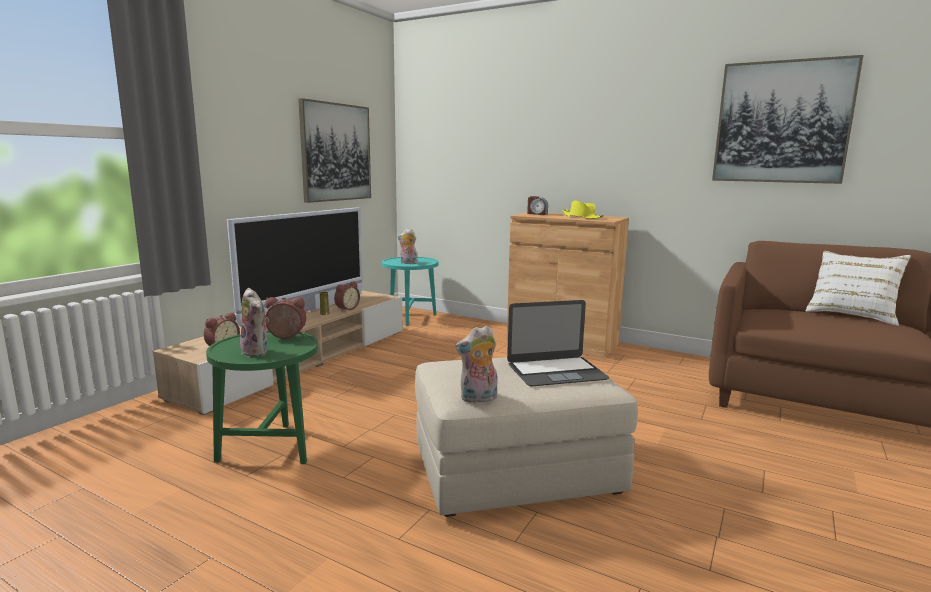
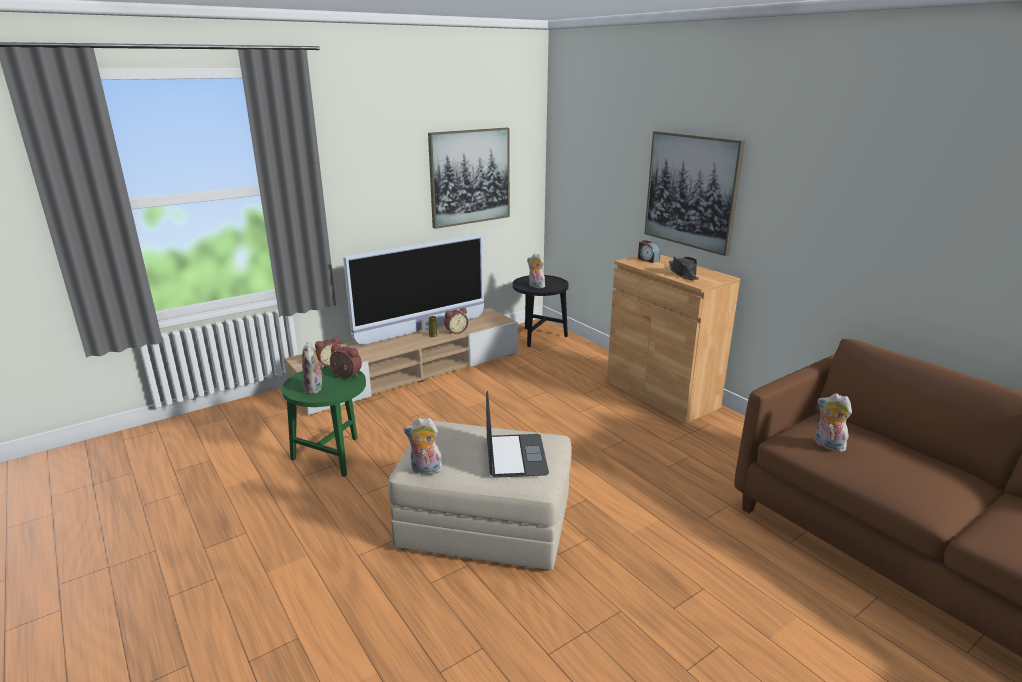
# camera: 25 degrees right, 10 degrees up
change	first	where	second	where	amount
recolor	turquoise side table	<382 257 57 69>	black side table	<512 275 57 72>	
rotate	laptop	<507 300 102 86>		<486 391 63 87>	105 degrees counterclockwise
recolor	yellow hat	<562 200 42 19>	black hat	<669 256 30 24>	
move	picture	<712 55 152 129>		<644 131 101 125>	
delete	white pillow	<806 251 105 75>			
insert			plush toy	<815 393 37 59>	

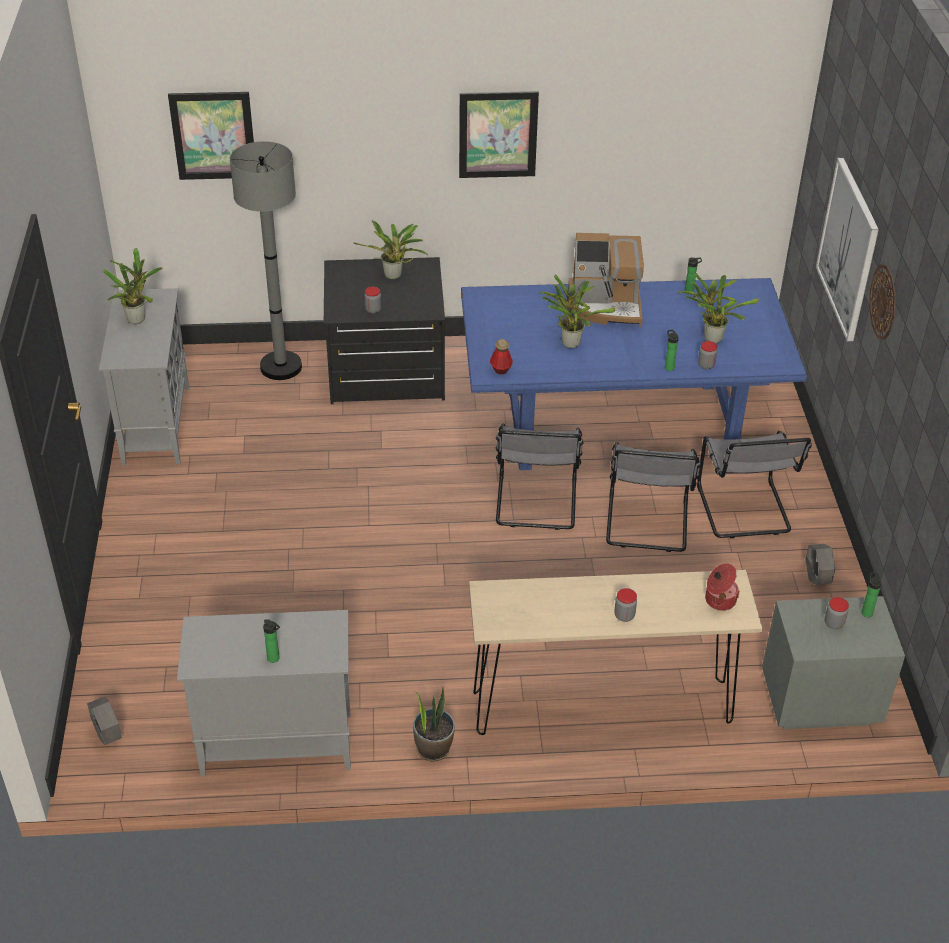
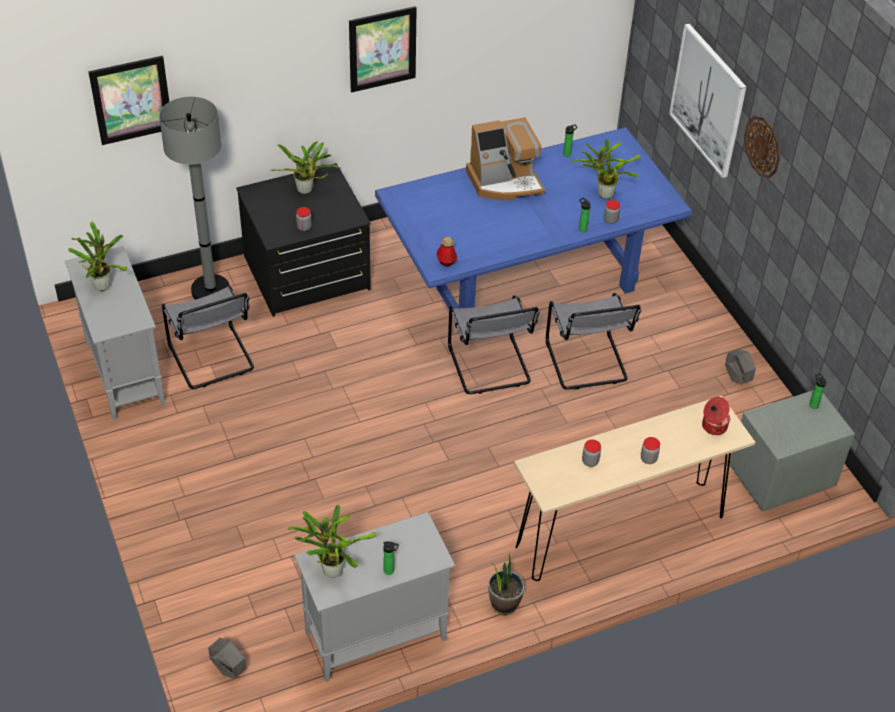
# camera: 20 degrees left, 5 degrees up
change	first	where	second	where	amount
move	potted plant	<539 275 76 73>		<288 505 88 73>	
move	grey chair	<697 431 115 107>		<162 285 92 104>	
move	jar	<825 597 24 32>		<582 439 19 28>	

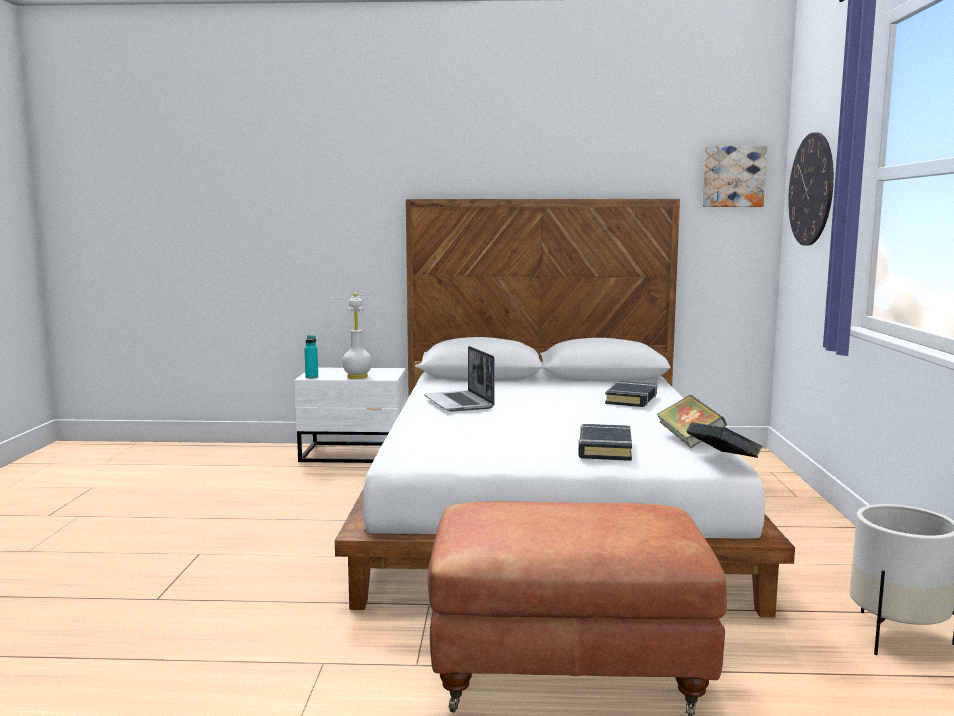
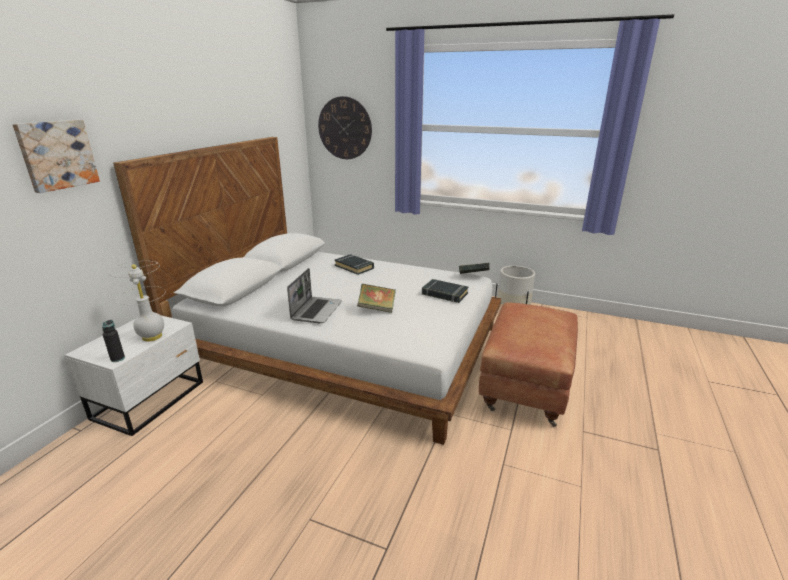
# camera: 70 degrees left, 15 degrees up
change	first	where	second	where	amount
recolor	turquoise bottle	<304 335 14 44>	black bottle	<102 320 23 42>	
rotate	laptop	<424 346 70 66>		<287 268 55 55>	75 degrees counterclockwise
move	book	<656 395 71 53>		<357 284 39 29>	
move	picture	<703 146 64 61>		<12 120 88 73>	

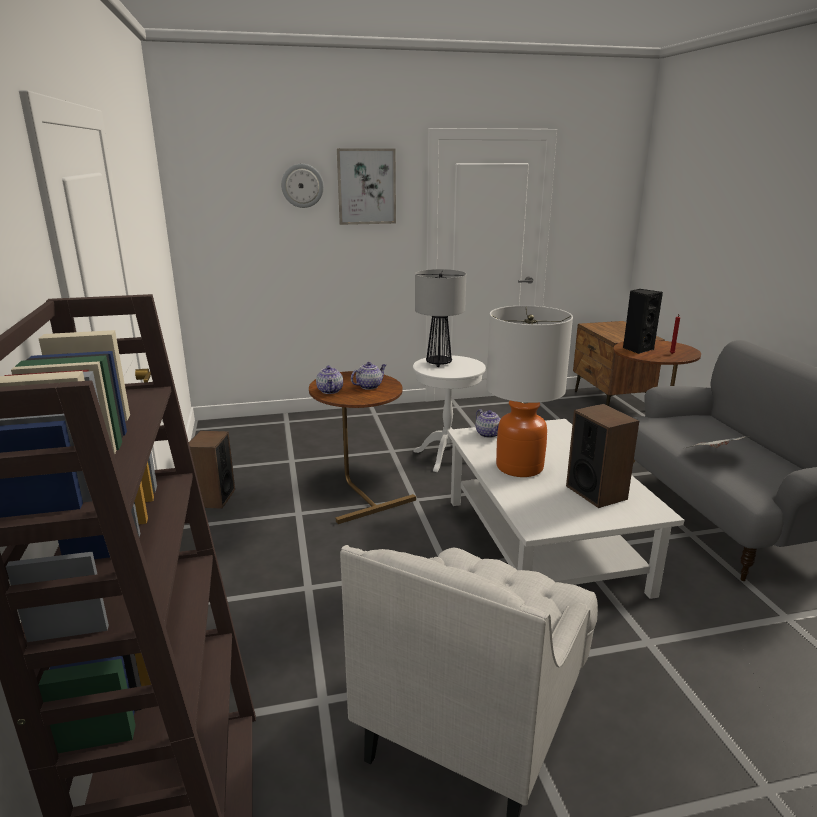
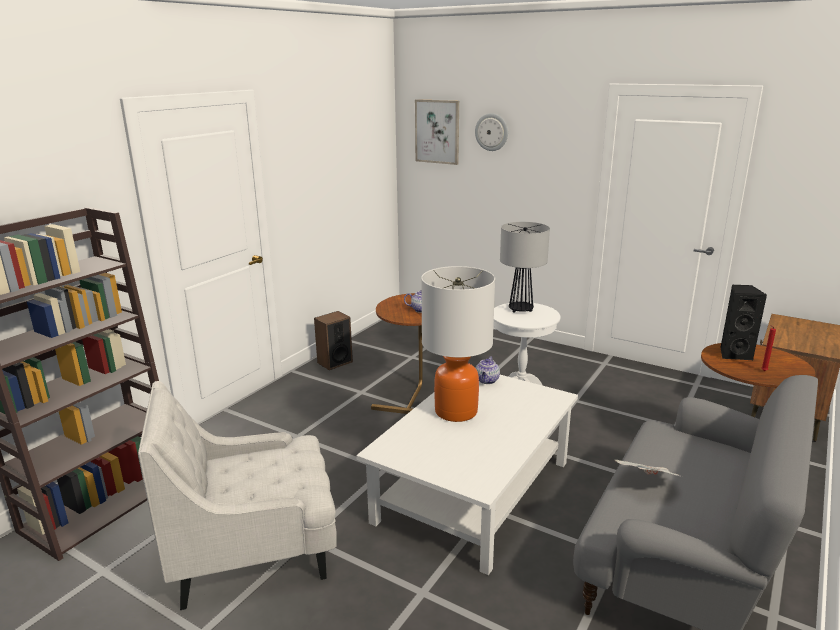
# camera: 45 degrees right, 0 degrees up
change	first	where	second	where	amount
delete	teapot	<316 365 27 29>			
move	picture	<337 148 59 77>		<415 99 44 66>	
delete	speaker	<566 404 73 104>			

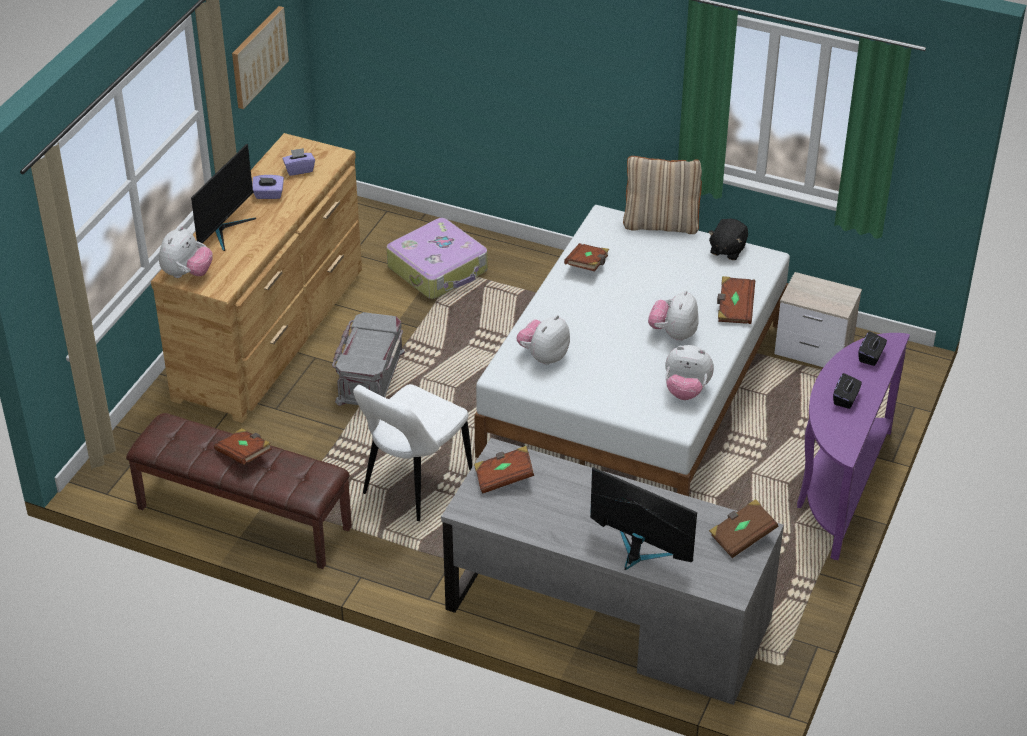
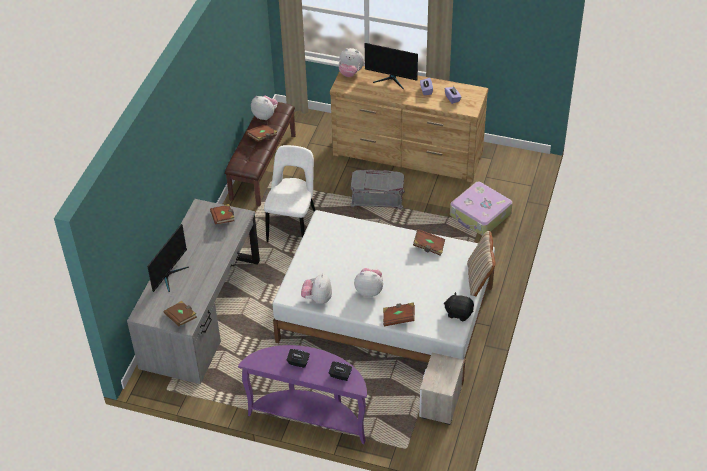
# camera: 85 degrees right, 5 degrees up
change	first	where	second	where	amount
delete	picture	<232 6 57 103>			
rotate	white chair	<353 384 119 137>		<264 145 51 98>	75 degrees clockwise
move	plush toy	<517 315 53 50>		<251 96 27 24>	

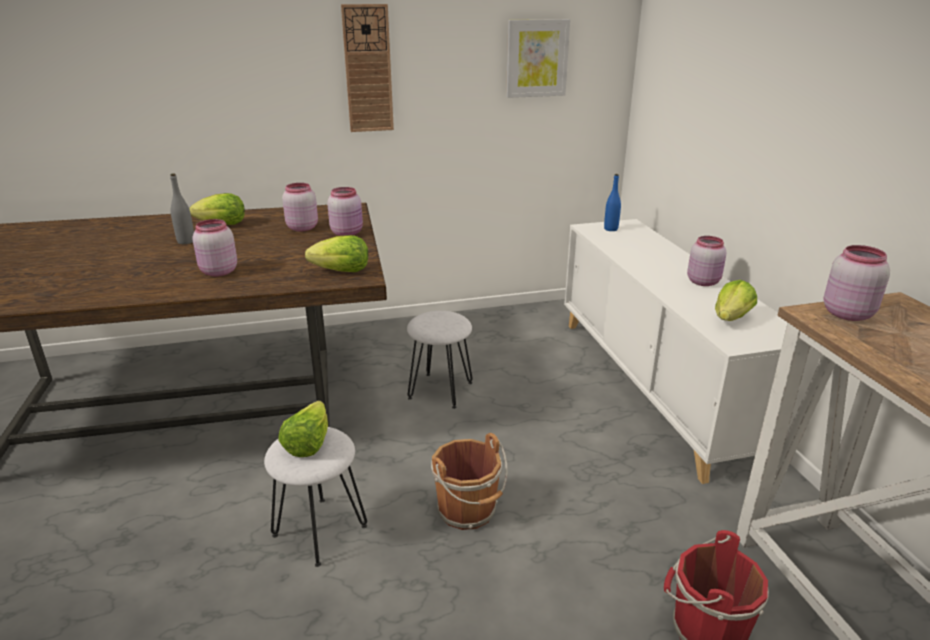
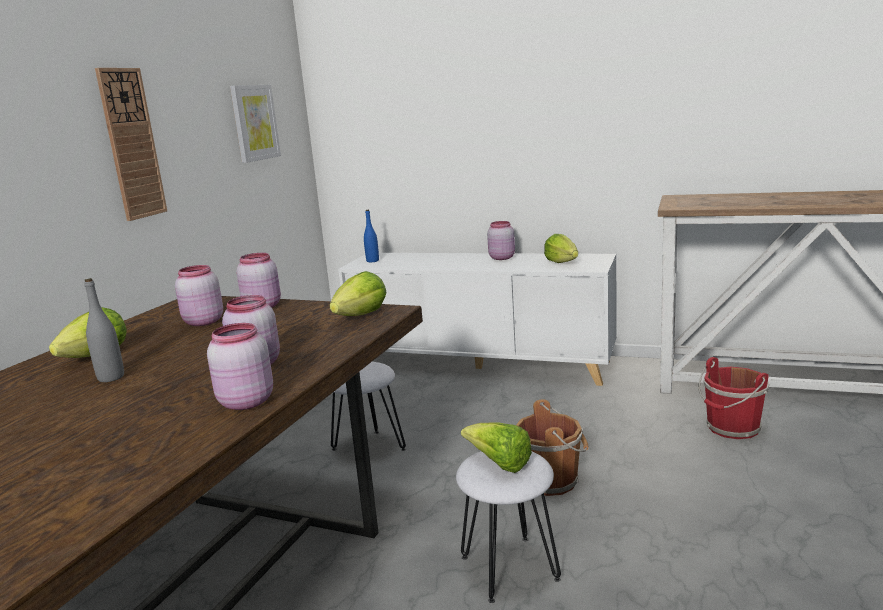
# camera: 55 degrees left, 10 degrees down
change	first	where	second	where	amount
move	pink jar	<824 245 66 76>		<207 323 66 87>	

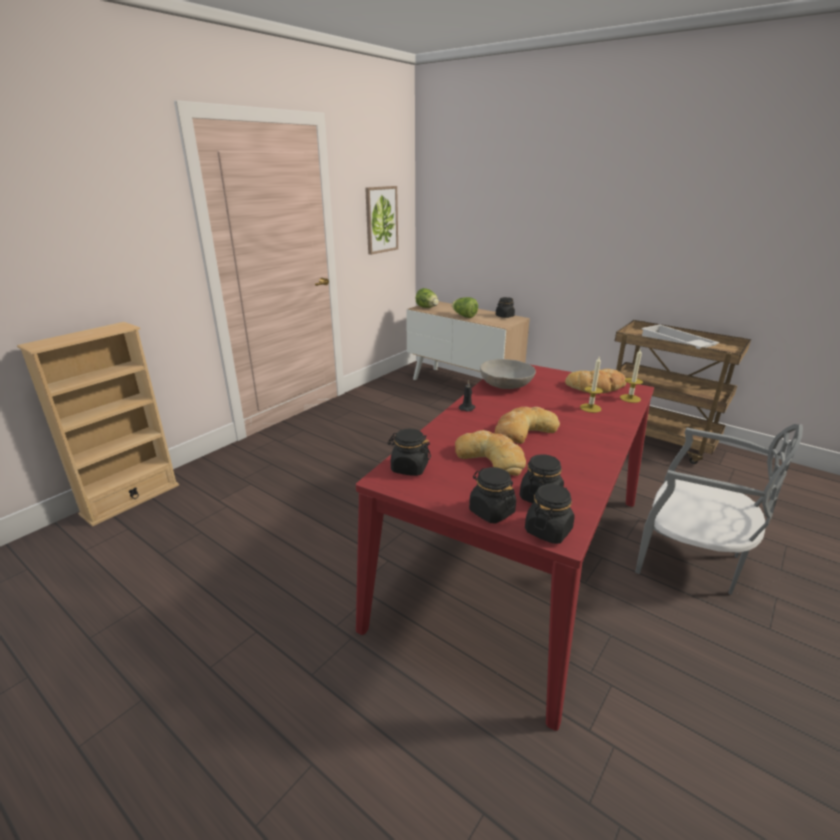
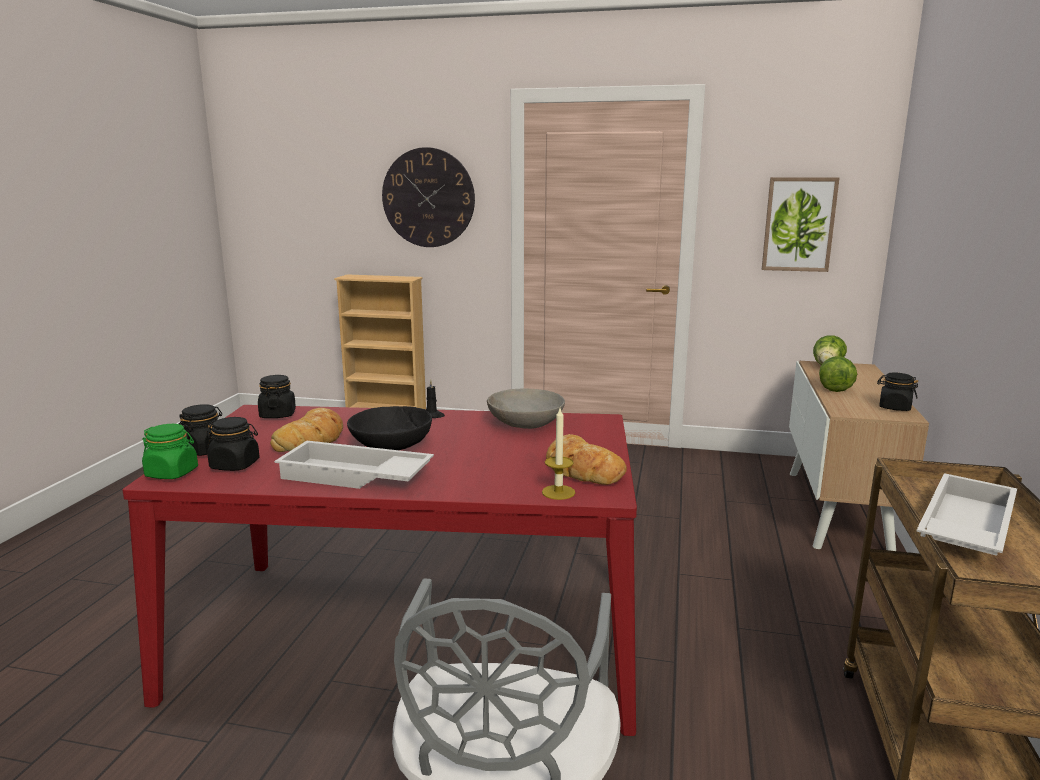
# camera: 65 degrees right, 10 degrees down
change	first	where	second	where	amount
replace	bread	<495 407 65 37>	black bowl	<347 406 85 44>	
recolor	black jar	<525 484 50 60>	green jar	<142 424 56 55>	
delete	candle	<580 357 23 56>			
insert			white tray	<274 441 160 48>	
insert			wall clock	<382 147 93 100>	

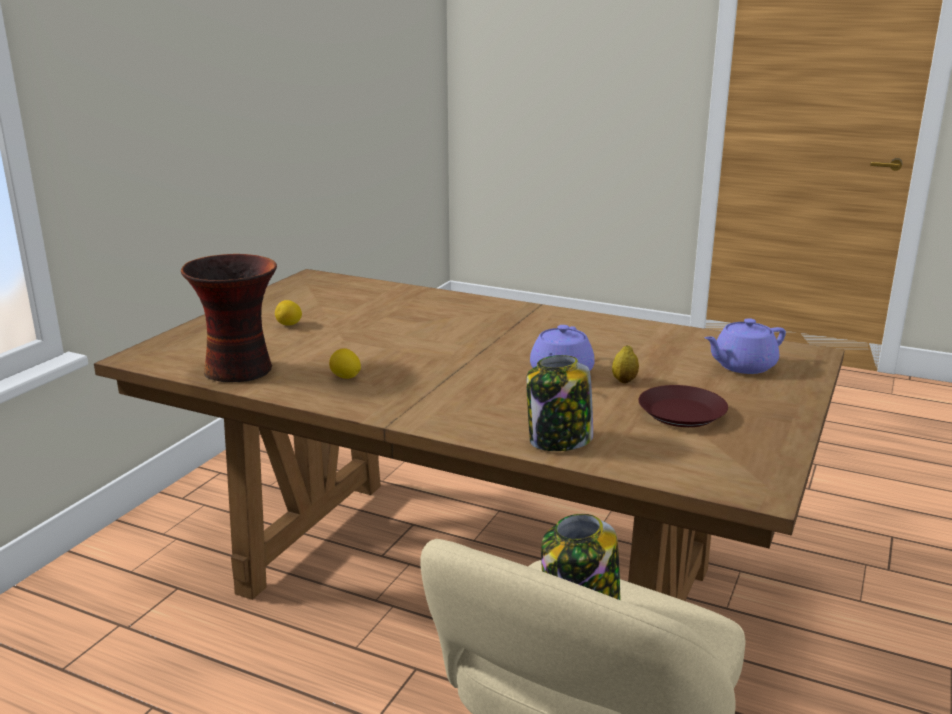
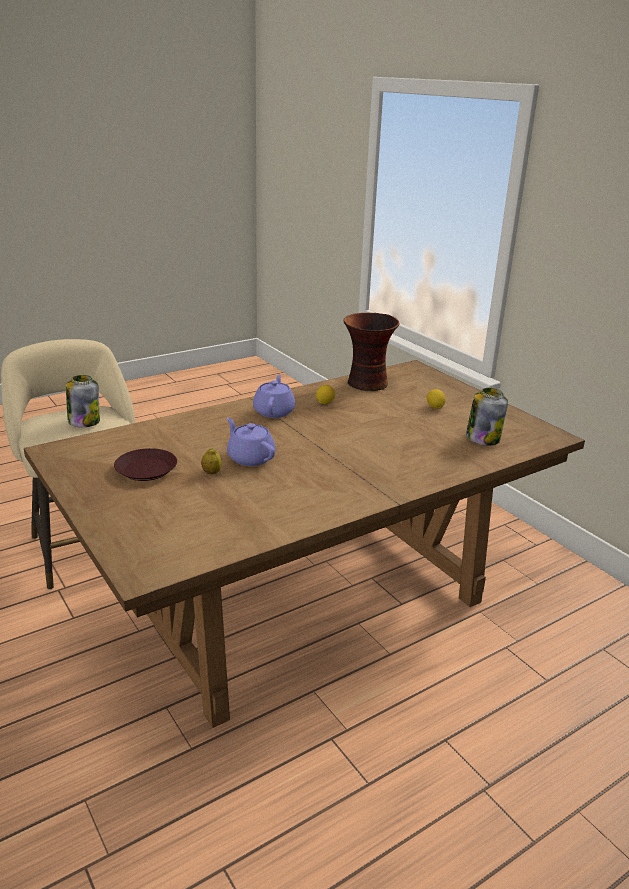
# camera: 120 degrees right, 5 degrees up
change	first	where	second	where	amount
move	jar	<526 355 67 96>		<466 388 42 57>	
move	purple teapot	<704 318 82 56>		<253 375 43 43>	

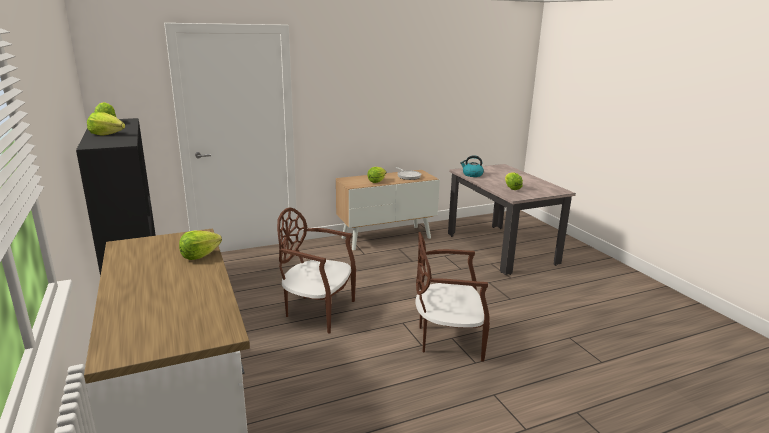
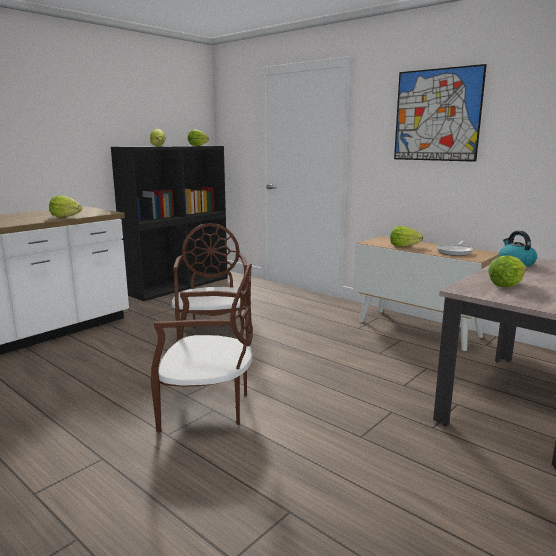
# camera: 65 degrees right, 5 degrees down
change	first	where	second	where	amount
rotate	brown chair	<416 232 74 129>		<151 263 102 170>	120 degrees clockwise
insert			picture	<394 64 93 98>	

